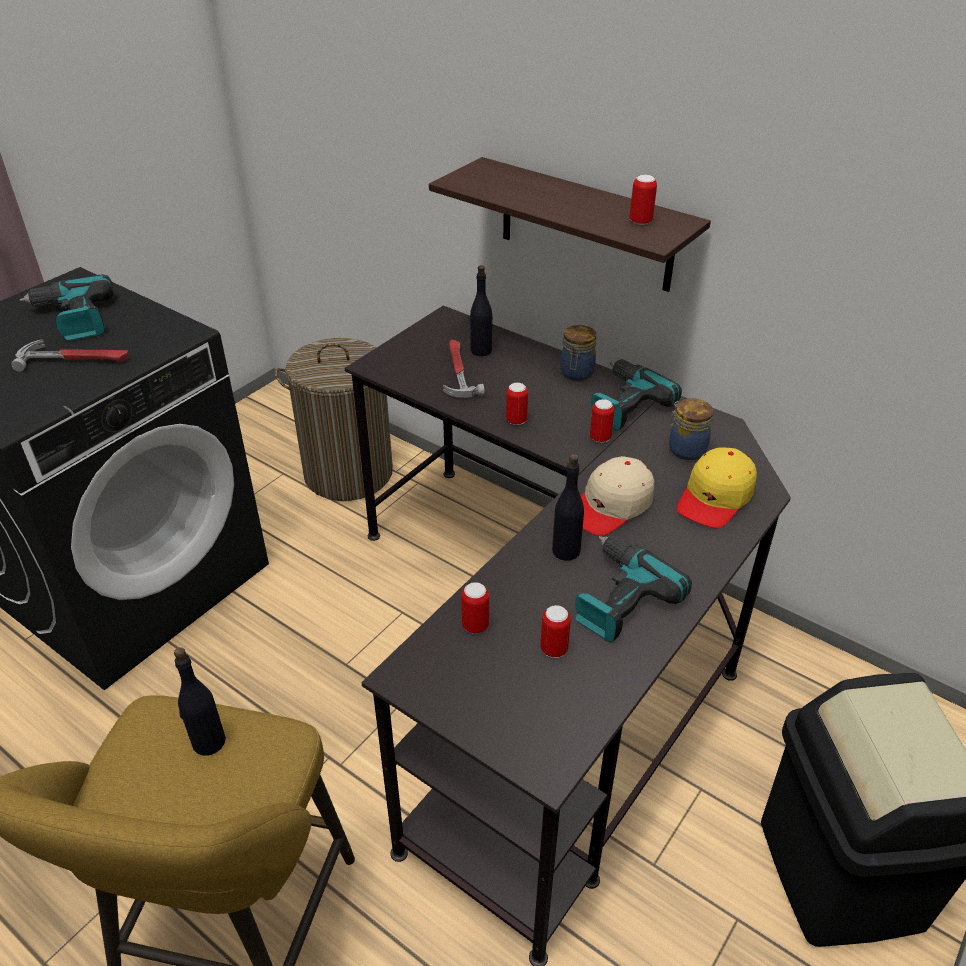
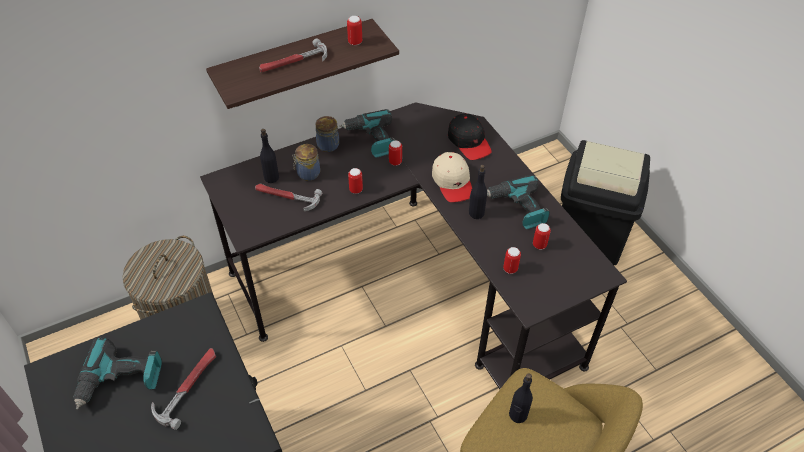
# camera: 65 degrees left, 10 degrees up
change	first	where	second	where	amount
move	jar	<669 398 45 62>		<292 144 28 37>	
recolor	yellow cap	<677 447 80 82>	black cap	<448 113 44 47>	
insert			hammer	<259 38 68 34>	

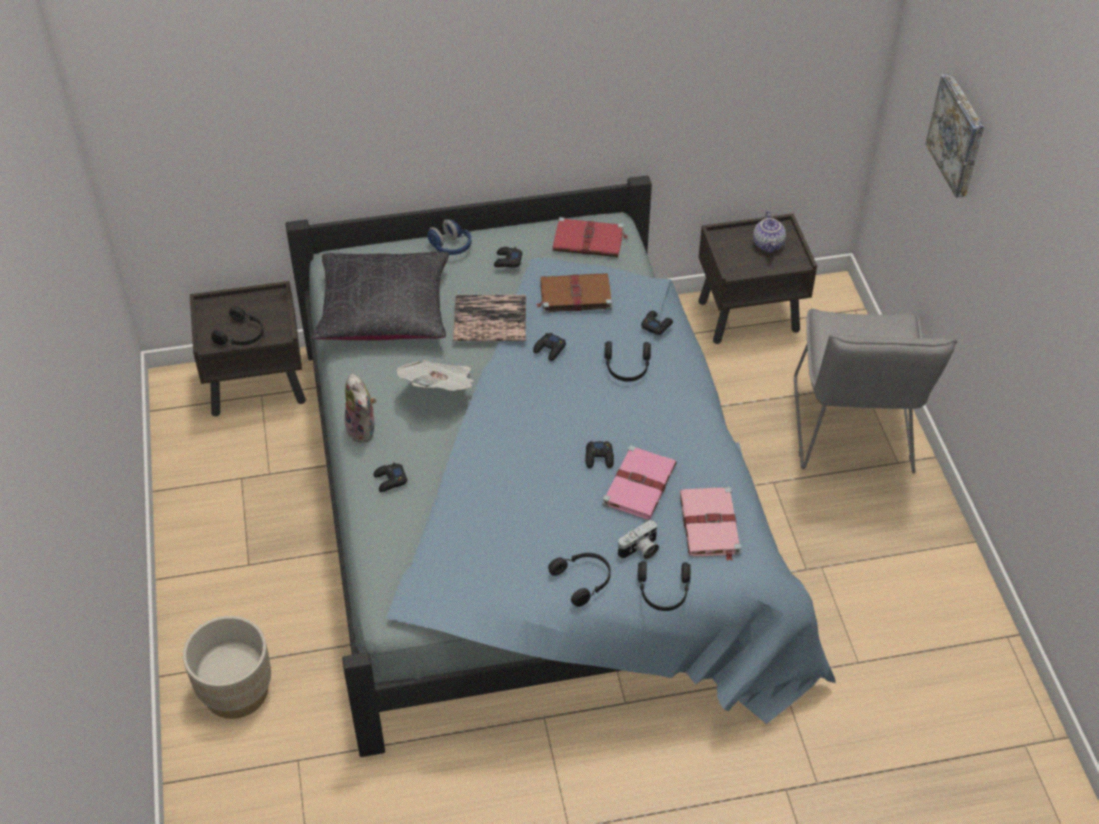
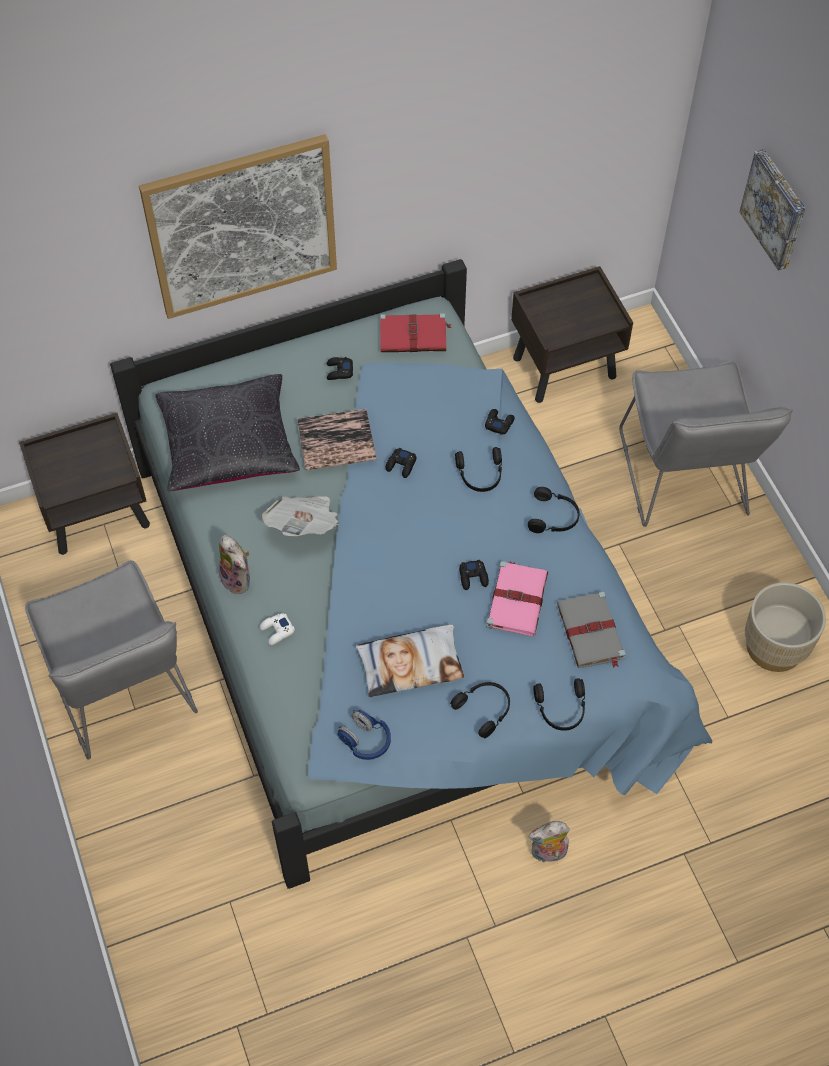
# camera: 10 degrees left, 10 degrees up
change	first	where	second	where	amount
move	beige planter	<183 616 88 103>		<745 582 81 90>	
move	black headphones	<211 306 52 39>		<528 487 52 46>	
recolor	black game controller	<374 463 34 29>	white game controller	<260 613 35 32>	
move	blue headphones	<427 219 44 36>		<337 710 54 50>	
delete	brown book	<537 273 75 40>			
delete	photo camera	<618 520 41 39>			
recolor	pink book	<680 487 61 74>	grey book	<557 591 69 77>	
delete	teapot	<753 211 33 42>			
insert			grey chair	<25 560 173 200>	
insert			picture	<139 134 198 185>	
insert			pillow	<355 625 109 72>	
insert			plush toy	<528 821 42 41>	

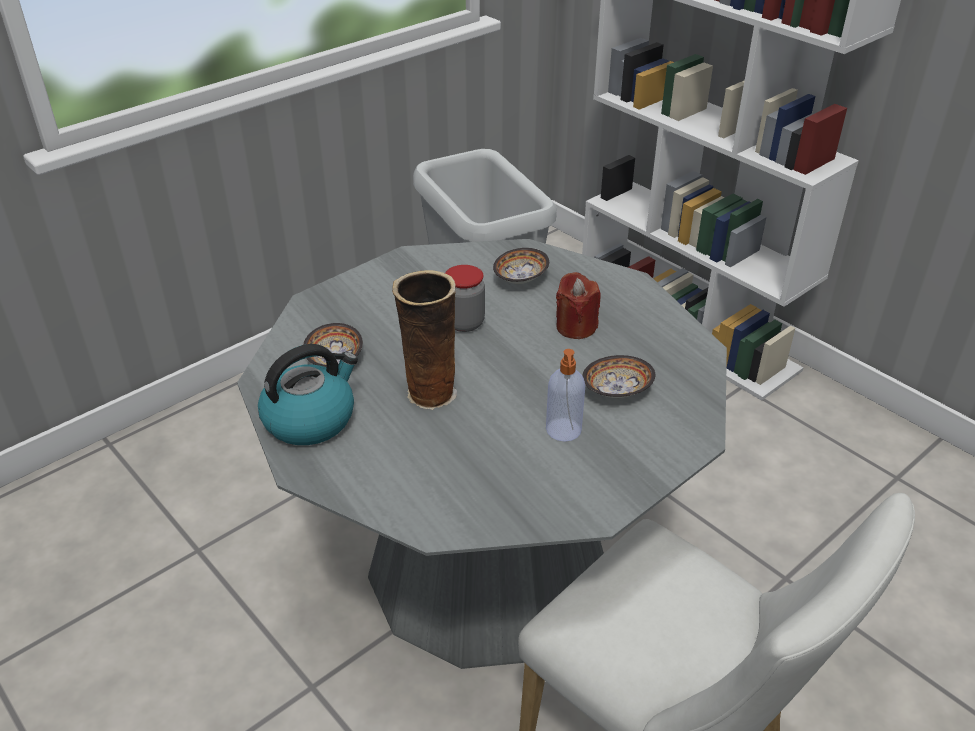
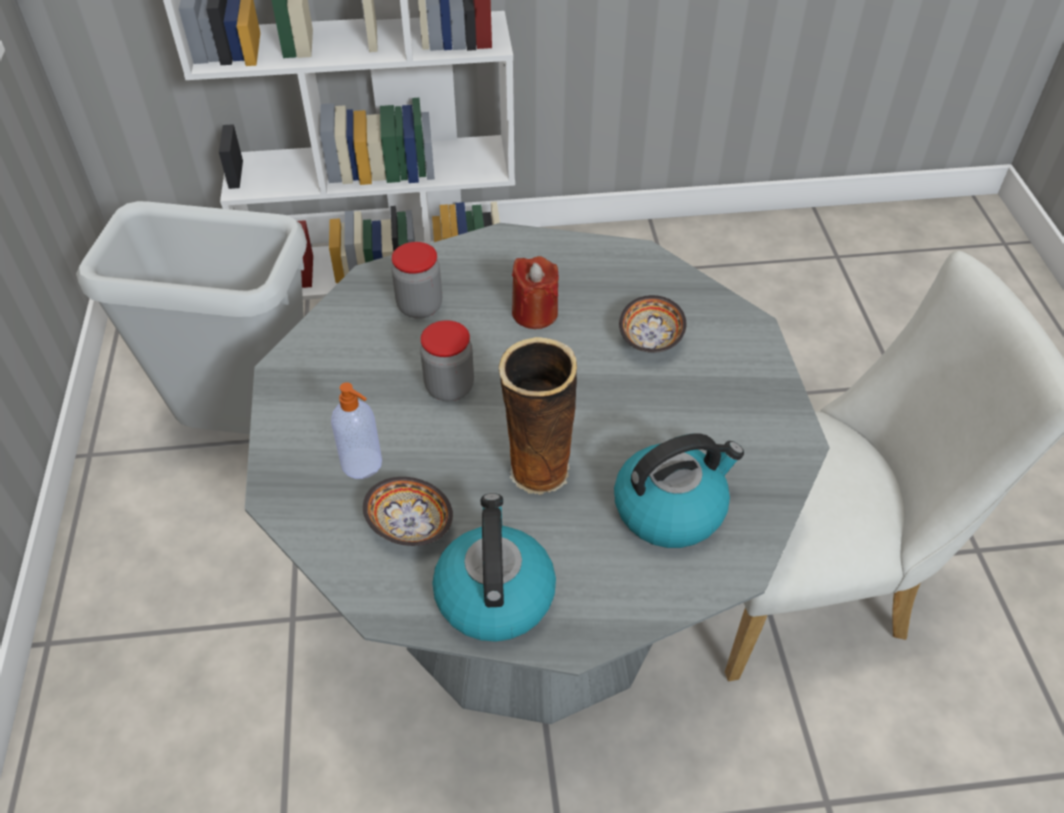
# camera: 55 degrees left, 10 degrees up
change	first	where	second	where	amount
replace	bowl	<493 248 56 36>	jar	<392 242 50 77>	
move	soap dispenser	<546 349 39 93>		<331 382 51 97>	
insert			kettle	<614 434 130 114>	

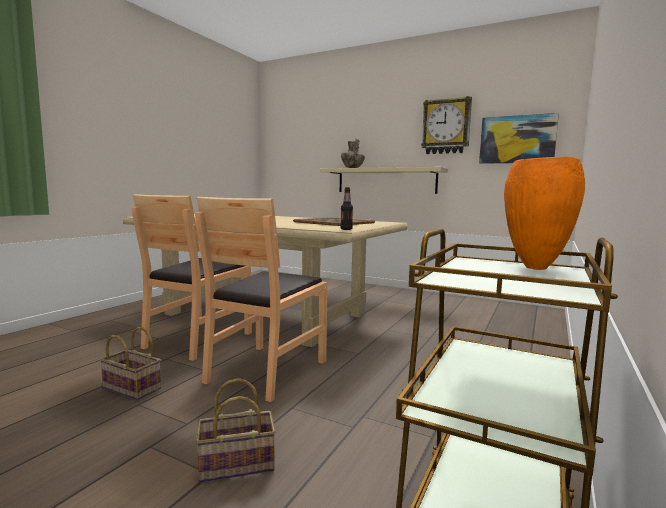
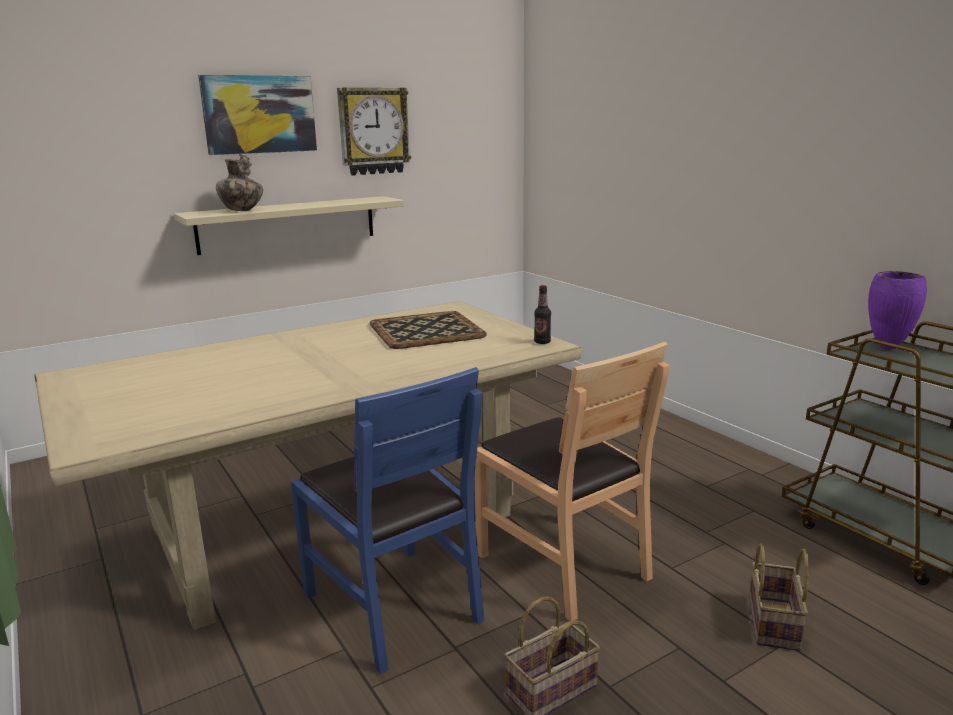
# camera: 60 degrees left, 10 degrees up
change	first	where	second	where	amount
recolor	brown chair	<132 194 120 167>	blue chair	<291 367 194 307>	
move	picture	<479 113 80 51>		<198 75 119 80>	
recolor	orange vase	<504 157 81 113>	purple vase	<868 271 59 79>	

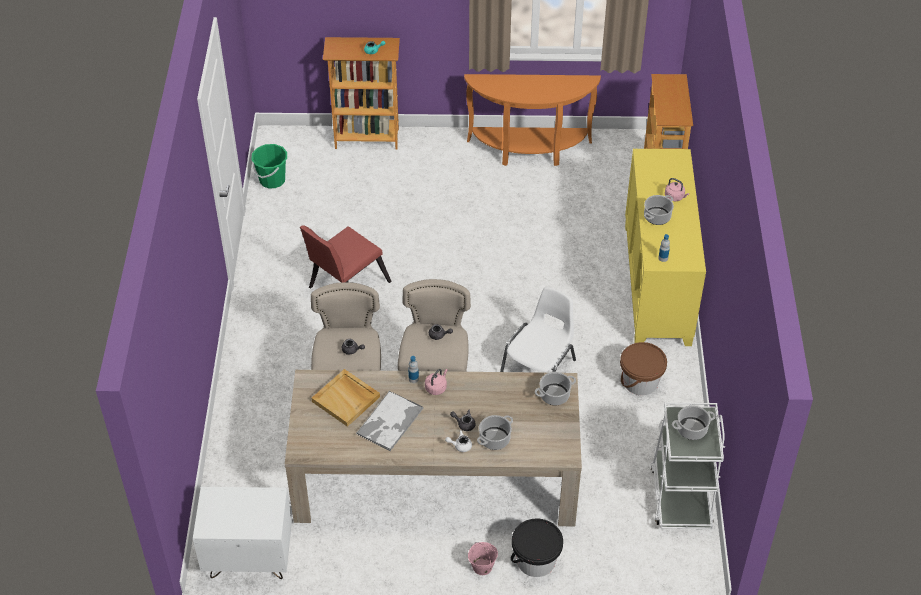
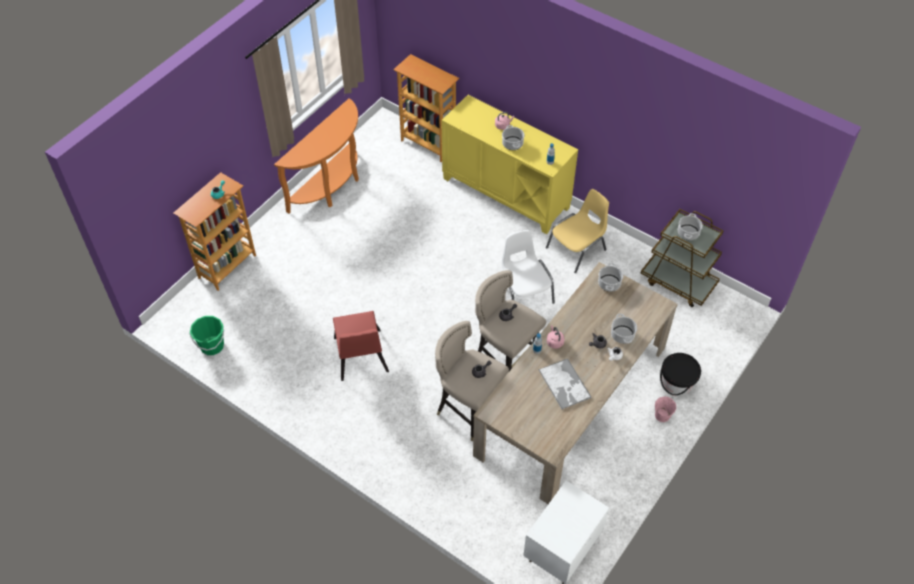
# camera: 55 degrees left, 5 degrees up
change	first	where	second	where	amount
delete	beige tray	<312 369 68 58>			
replace	brown bucket	<620 342 47 53>	yellow chair	<546 189 63 84>	
recolor	white cart	<651 402 74 127>	brown cart	<641 209 82 98>	

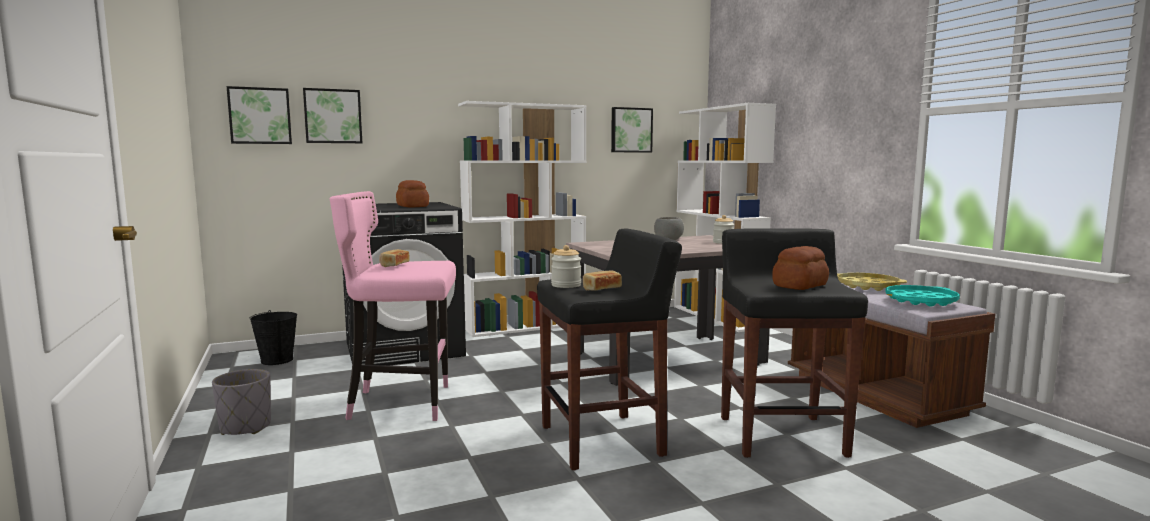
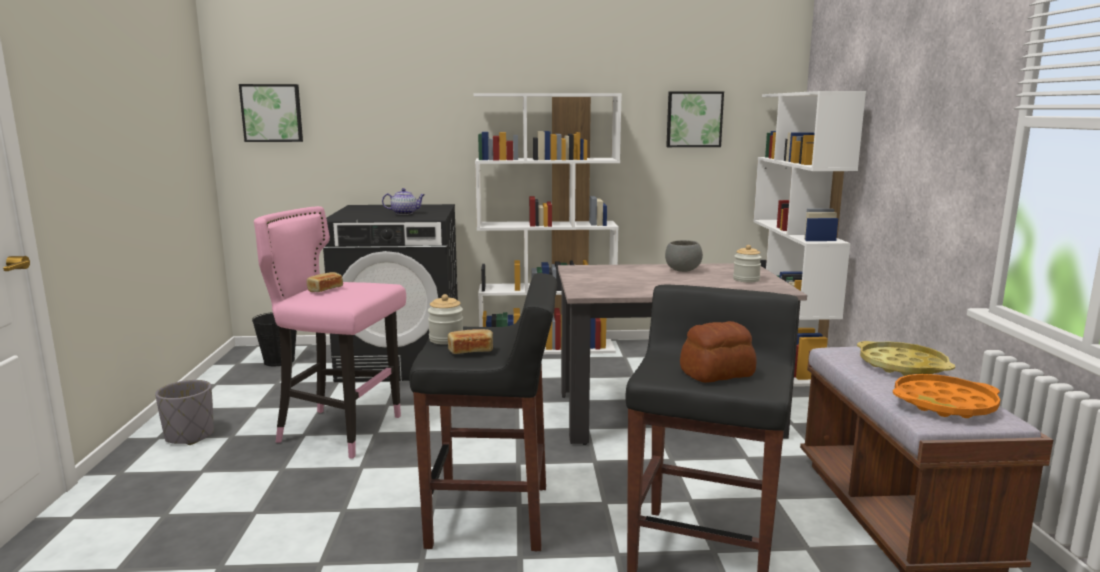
# camera: 20 degrees right, 5 degrees up
change	first	where	second	where	amount
delete	picture	<303 88 59 55>			
replace	bread	<396 180 33 27>	teapot	<382 188 43 27>	
recolor	turquoise tray	<885 285 75 22>	orange tray	<893 374 107 44>	

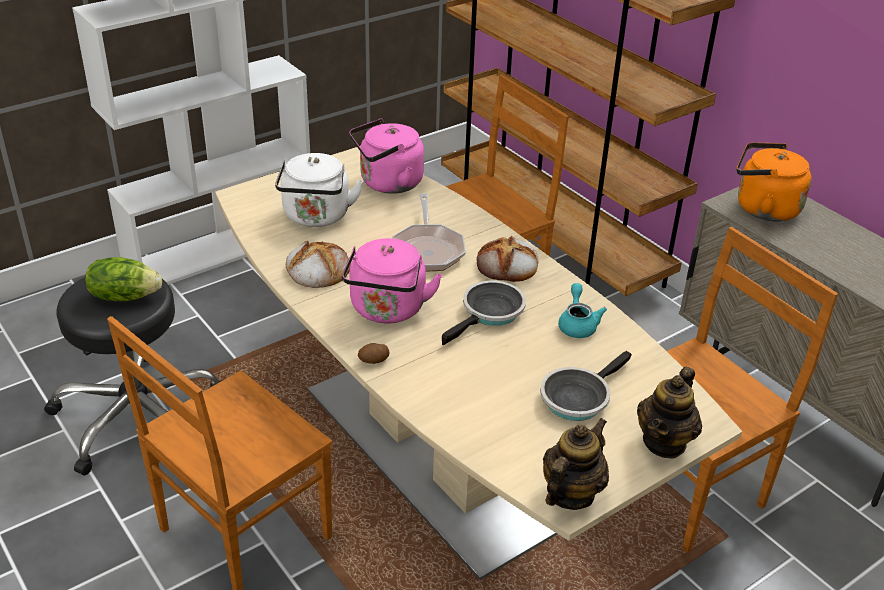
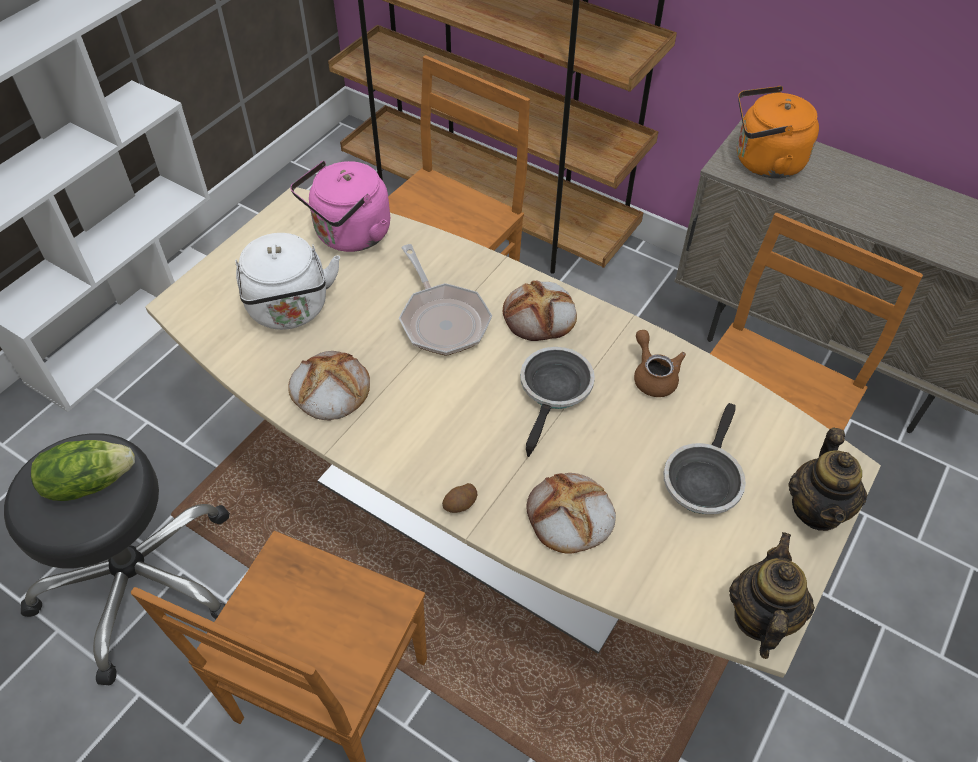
# camera: 20 degrees left, 15 degrees up
change	first	where	second	where	amount
delete	pink kettle	<342 238 100 86>			
recolor	turquoise teapot	<558 283 49 55>	brown teapot	<634 330 52 67>	
insert			bread	<526 473 90 81>	

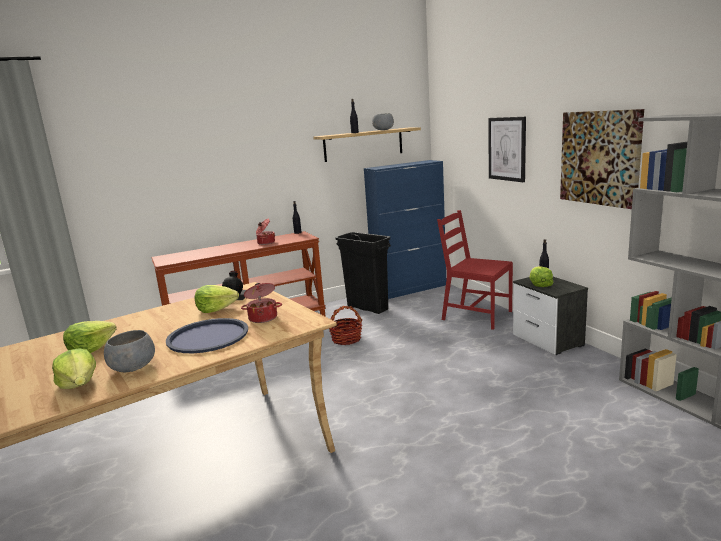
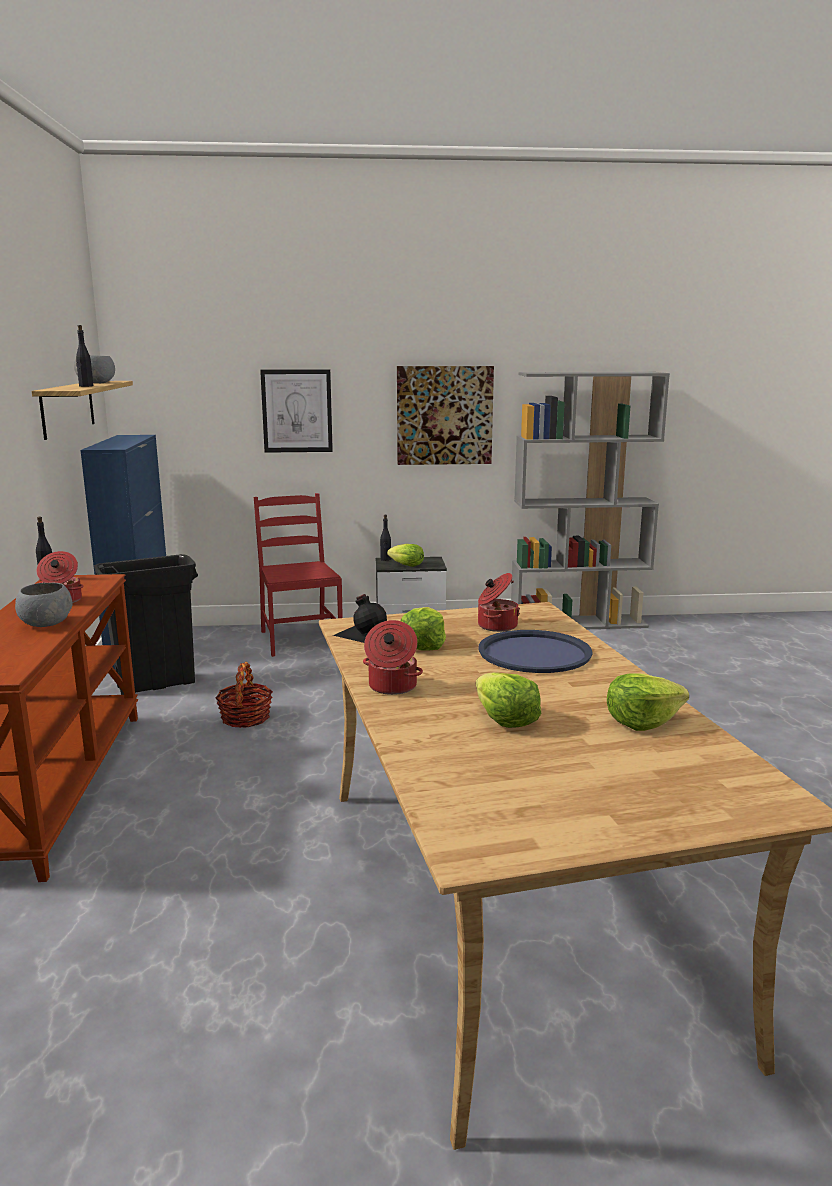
# camera: 70 degrees left, 0 degrees up
change	first	where	second	where	amount
move	grey bowl	<104 330 51 42>		<15 583 58 44>	
rotate	red chair	<437 210 76 120>		<254 493 89 164>	105 degrees clockwise
insert			cooking pot	<363 620 60 75>	

